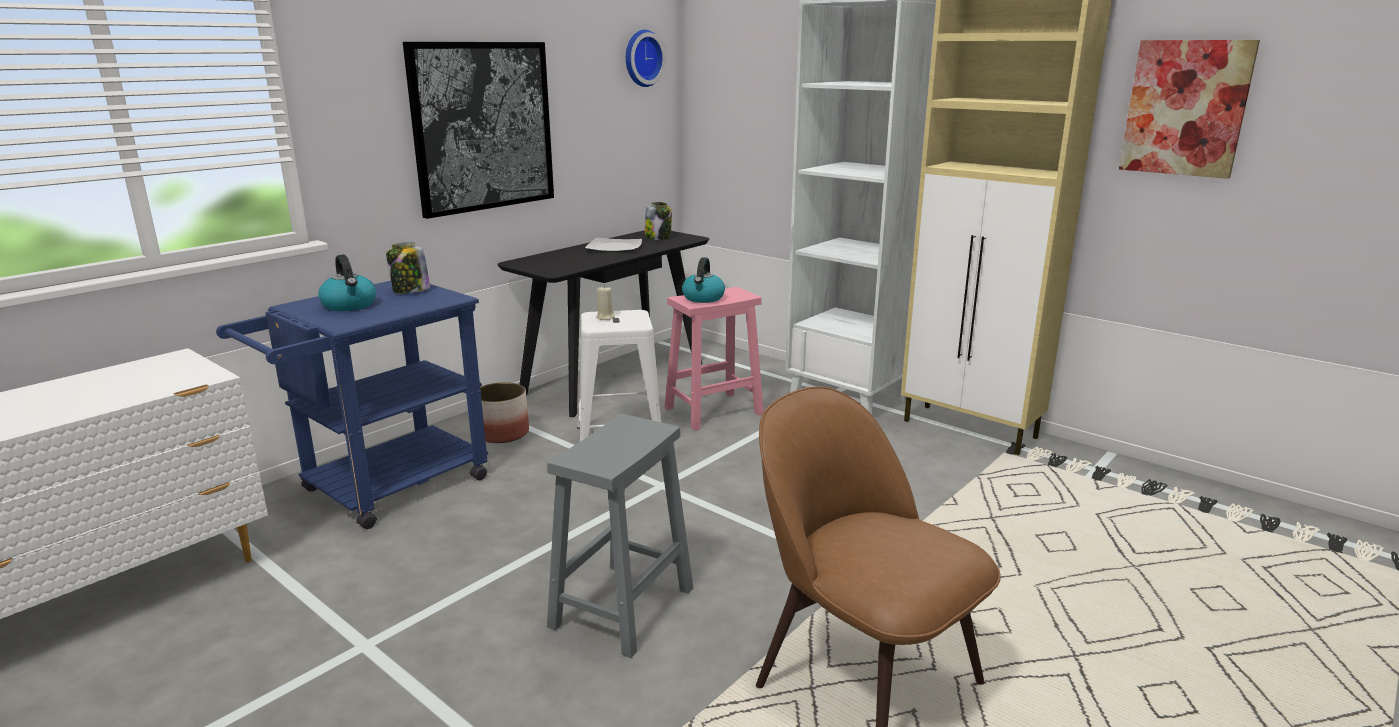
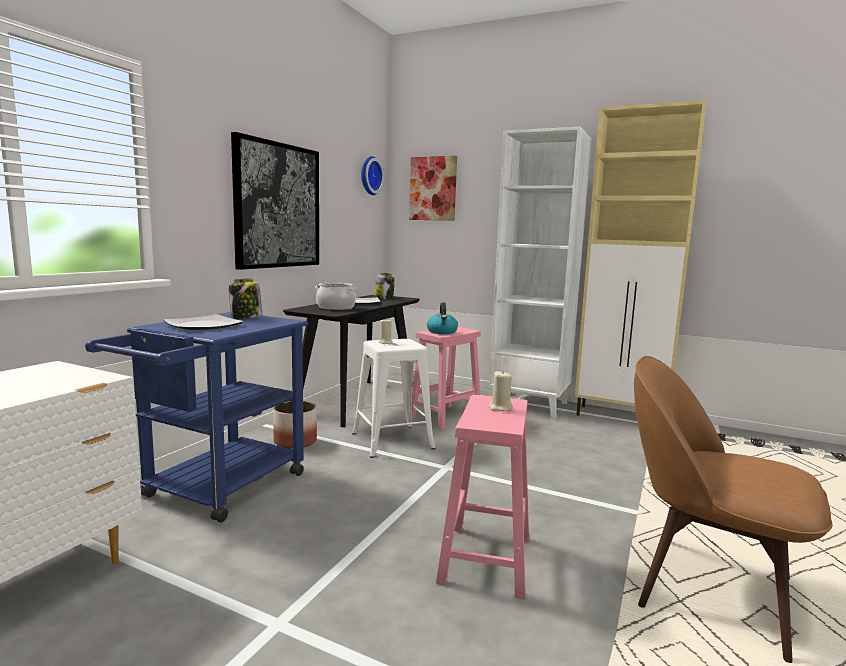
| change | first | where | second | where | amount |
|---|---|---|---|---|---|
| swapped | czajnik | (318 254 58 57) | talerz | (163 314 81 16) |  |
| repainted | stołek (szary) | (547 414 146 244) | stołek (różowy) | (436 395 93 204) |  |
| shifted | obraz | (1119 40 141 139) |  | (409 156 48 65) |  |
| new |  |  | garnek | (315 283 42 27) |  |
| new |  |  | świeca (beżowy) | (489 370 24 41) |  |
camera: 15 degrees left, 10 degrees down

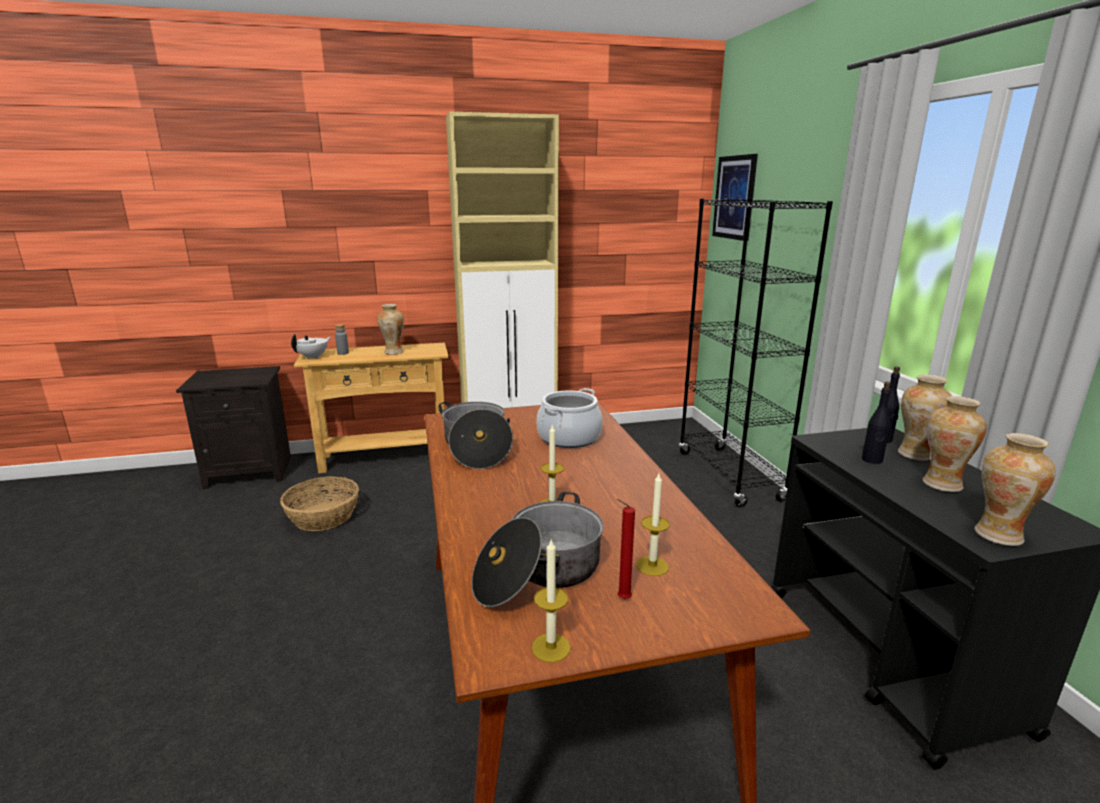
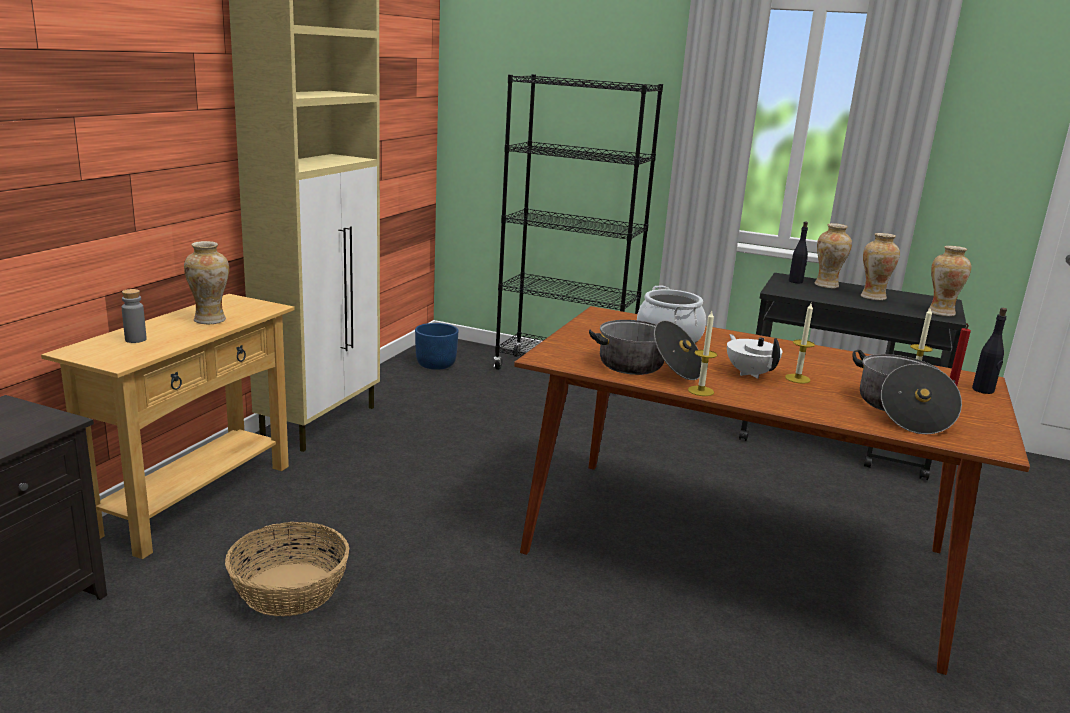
| change | first | where | second | where | amount |
|---|---|---|---|---|---|
| shifted | imbryk (biały) | (291 334 40 25) |  | (727 334 55 45) |  |
| shifted | świeca | (532 540 39 123) |  | (688 311 29 85) |  |
| gone | obraz | (712 154 46 87) |  |  |  |
| shifted | butelka (czarny) | (862 381 29 83) |  | (972 308 35 86) |  |
| new |  |  | donica (niebieski) | (415 323 44 47) |  |
camera: 55 degrees left, 0 degrees up

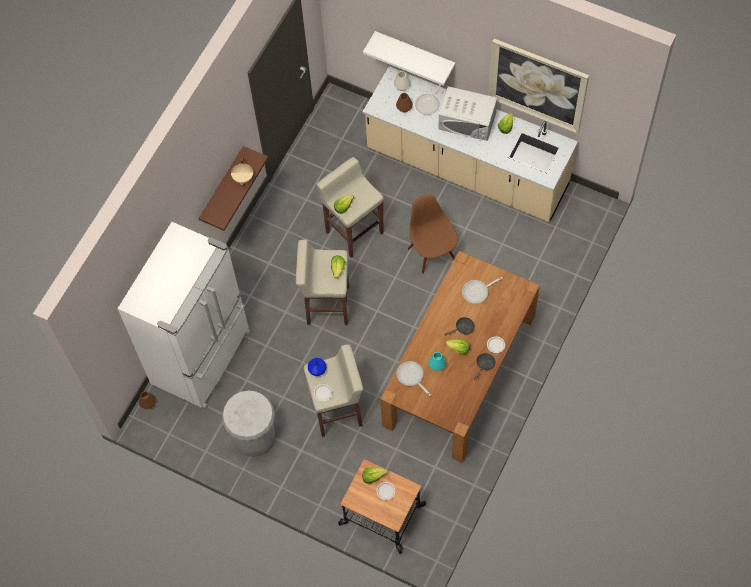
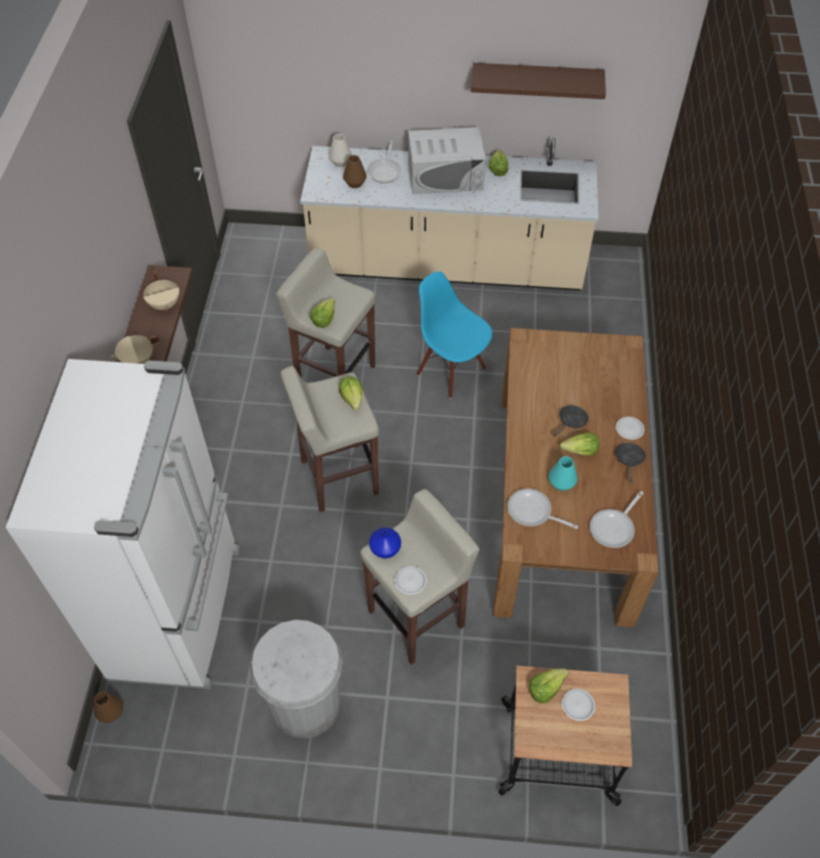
| change | first | where | second | where | amount |
|---|---|---|---|---|---|
| gone | półka (biały) | (363 31 92 55) |  |  |  |
| repainted | krzesło (brązowy) | (408 194 50 80) | krzesło (niebieski) | (417 271 75 127) |  |
| shifted | patelnia | (462 277 41 27) |  | (590 491 54 57) |  |
| swapped | obraz | (488 39 101 95) | półka (brązowy) | (471 63 135 36) |  |
| new |  |  | garnek (beżowy) | (110 334 50 30) |  |
camera: 25 degrees left, 10 degrees down

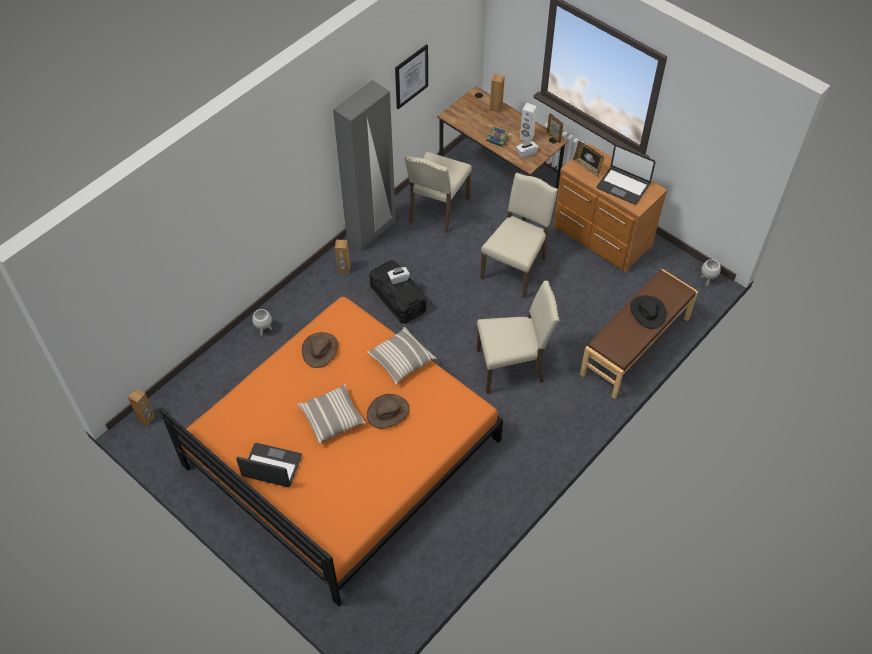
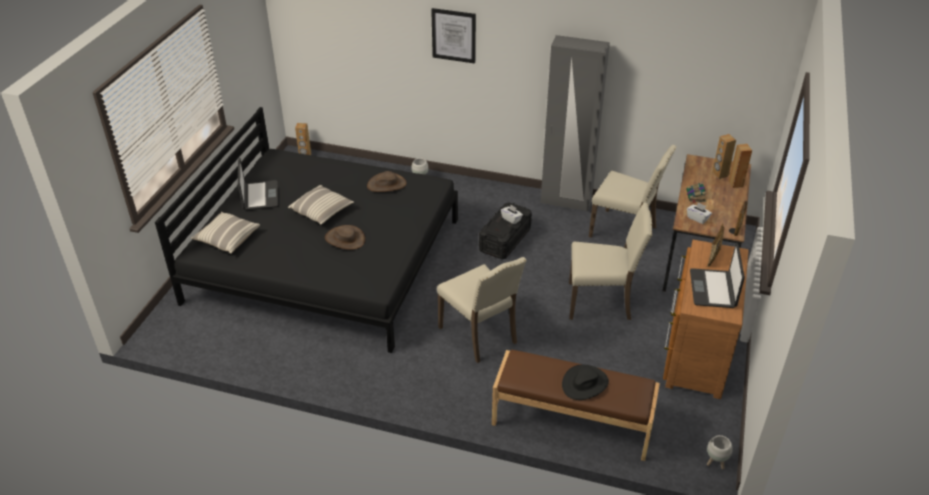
| change | first | where | second | where | amount |
|---|---|---|---|---|---|
| repainted | łóżko (pomarańczowy) | (159 297 344 310) | łóżko (czarny) | (155 107 303 246) |  |
| shifted | głośnik (brązowy) | (335 240 15 34) |  | (712 134 24 45) |  |
| shifted | poduszka | (367 327 70 57) |  | (191 212 69 42) |  |
| shifted | obraz | (395 44 33 65) |  | (431 8 45 55) |  |
| rotated | krzesło (beżowy) | (404 152 68 82) |  | (589 145 88 93) | 150 degrees counterclockwise |
| gone | głośnik (biały) | (520 103 17 38) |  |  |  |
camera: 65 degrees right, 15 degrees down

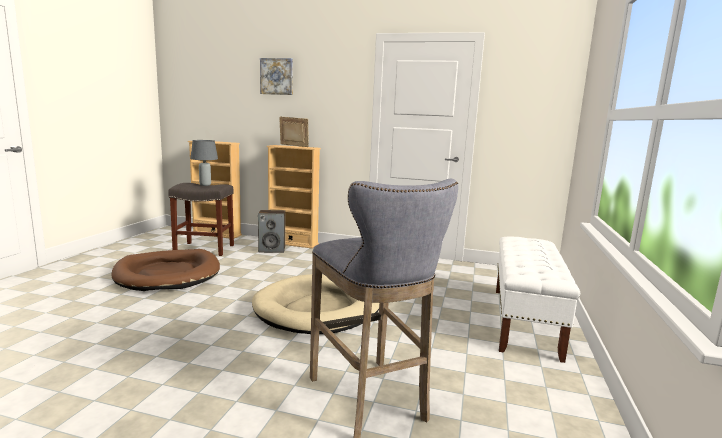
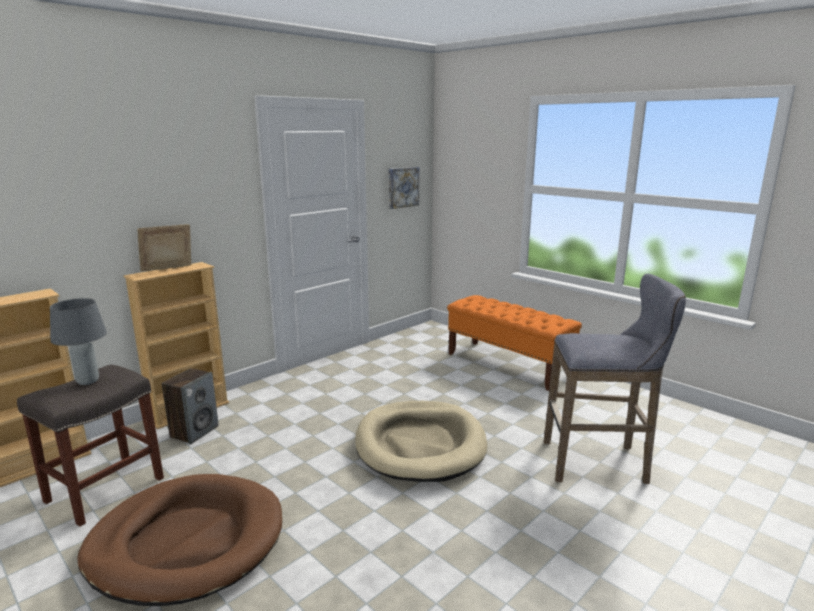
| change | first | where | second | where | amount |
|---|---|---|---|---|---|
| shifted | obraz | (260 58 33 37) |  | (389 167 30 42) |  |
| repainted | ławka (biały) | (496 236 84 127) | ławka (pomarańczowy) | (447 295 135 96) |  |
camera: 60 degrees left, 5 degrees up

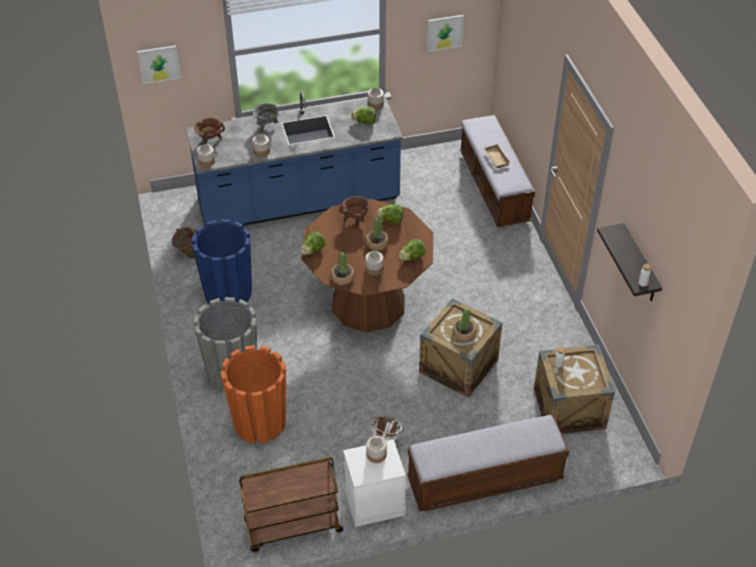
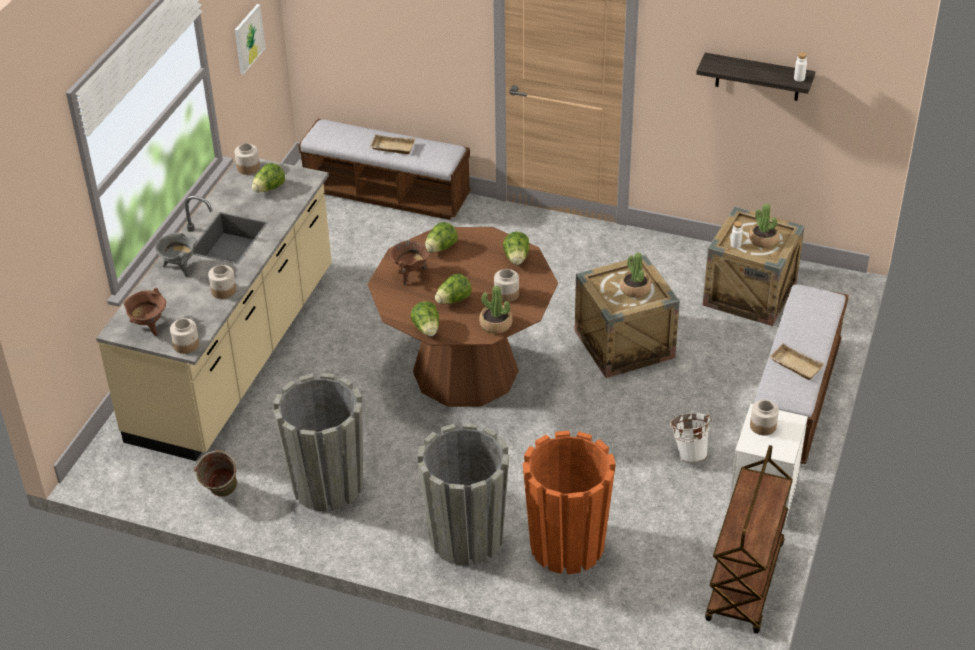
| change | first | where | second | where | amount |
|---|---|---|---|---|---|
| gone | obraz | (137 45 44 39) |  |  |  |
| repainted | zabudowa kuchenna (niebieski) | (186 92 217 136) | zabudowa kuchenna (beżowy) | (96 159 236 302) |  |
| repainted | donica (niebieski) | (191 219 61 85) | donica (szary) | (273 373 90 139) |  |
| shifted | roślina doniczkowa | (366 217 23 34) |  | (749 203 30 45) |  |
| new |  |  | sałata | (435 274 37 30) |  |
| new |  |  | taca (beżowy) | (769 343 56 37) |  |
camera: 55 degrees left, 5 degrees down

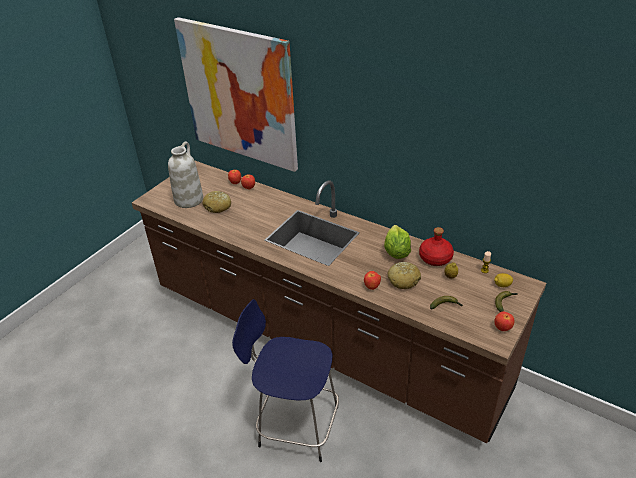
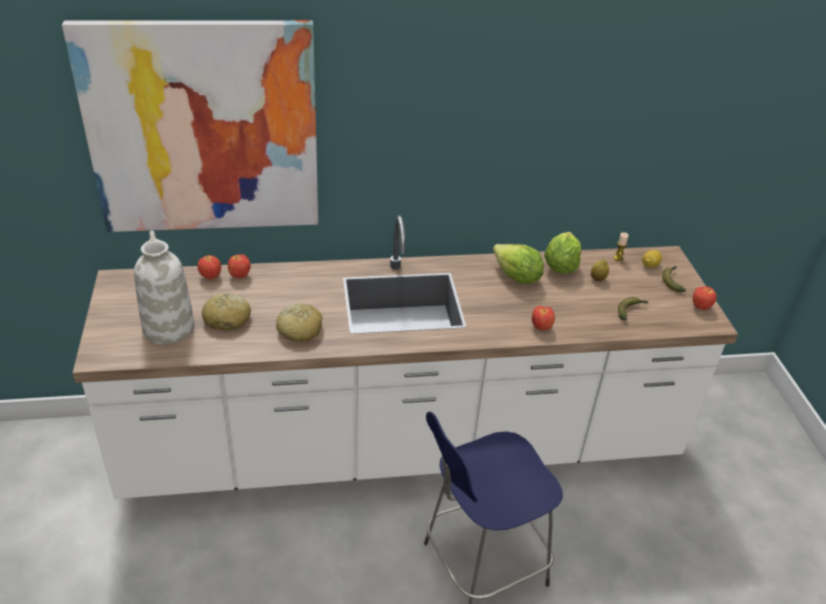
| change | first | where | second | where | amount |
|---|---|---|---|---|---|
| repainted | zabudowa kuchenna (brązowy) | (132 160 414 283) | zabudowa kuchenna (biały) | (73 215 665 284) |  |
| shifted | chleb | (388 262 33 27) |  | (276 304 47 38) |  |
| swapped | butelka (czerwony) | (419 227 35 39) | sałata | (544 232 37 42) |  |
camera: 45 degrees left, 0 degrees up

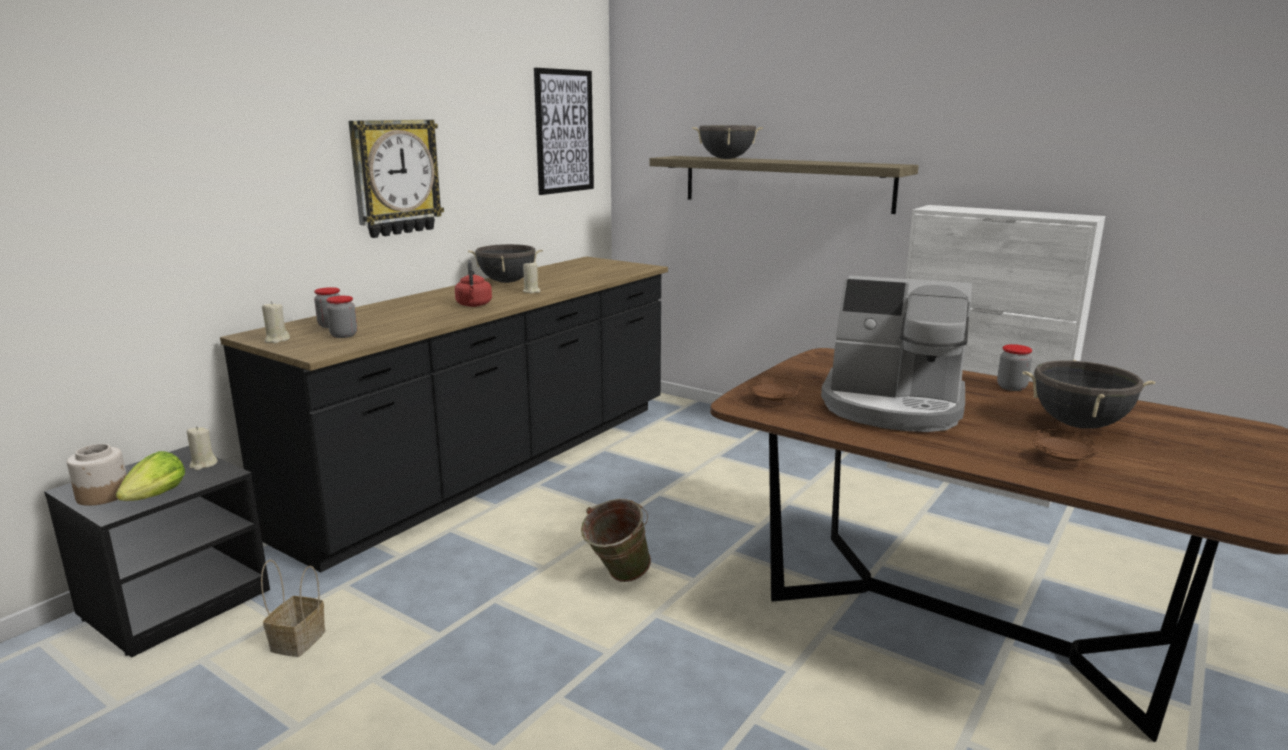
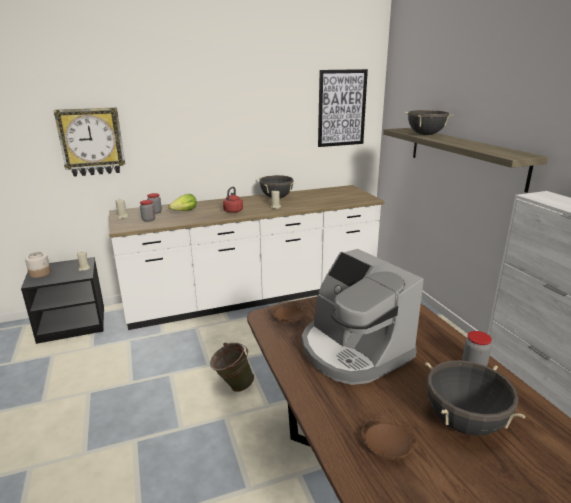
| change | first | where | second | where | amount |
|---|---|---|---|---|---|
| shifted | sałata | (116 451 69 50) |  | (168 194 29 17) |  |
| repainted | zabudowa kuchenna (czarny) | (220 256 448 316) | zabudowa kuchenna (biały) | (109 185 275 145) |  |
| gone | koszyk | (261 559 64 98) |  |  |  |
| shifted | zegar ścienny | (349 120 95 118) |  | (54 107 71 70) |  |
camera: 35 degrees right, 5 degrees up

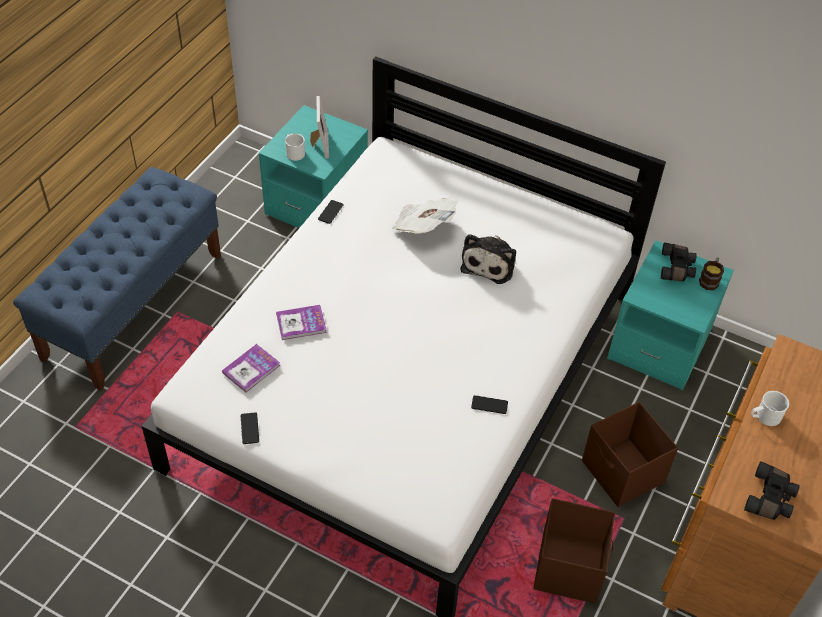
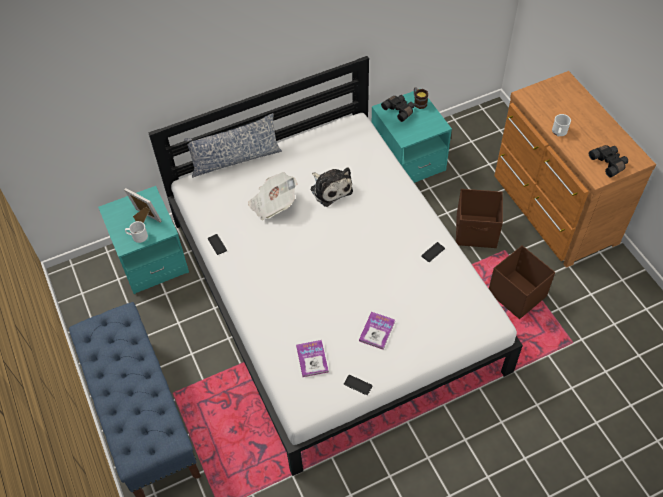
| change | first | where | second | where | amount |
|---|---|---|---|---|---|
| shifted | książka | (276 305 51 35) |  | (359 312 36 38) |  |
| new |  |  | poduszka | (184 113 98 65) |  |
camera: 50 degrees left, 5 degrees up

